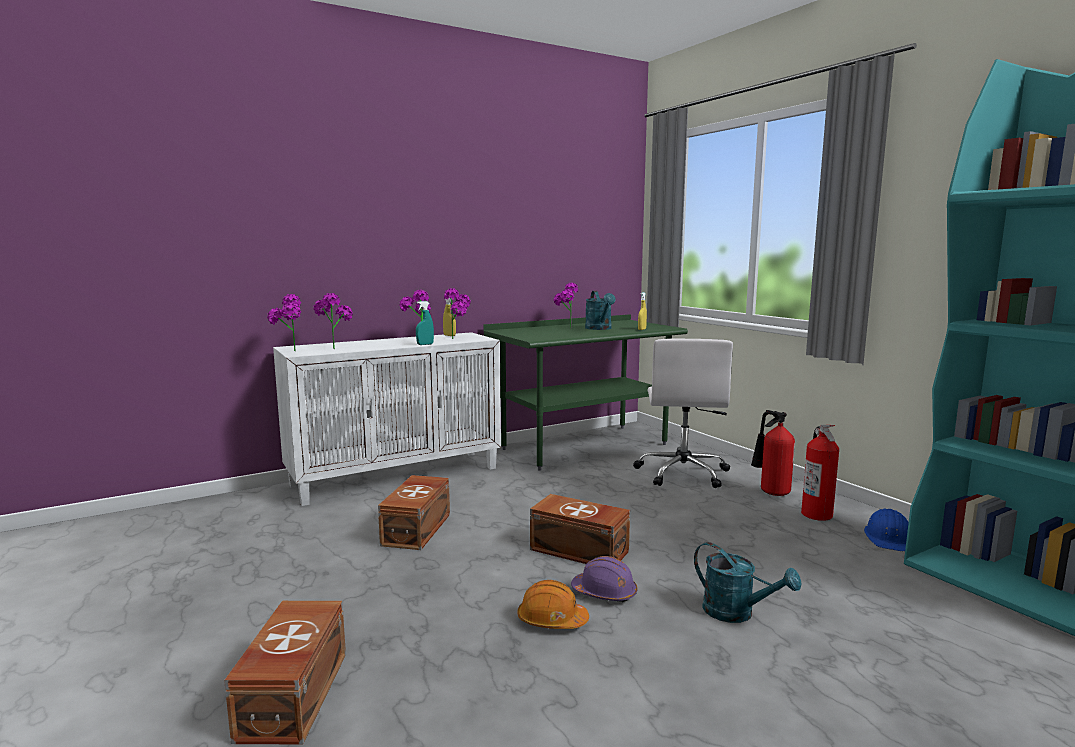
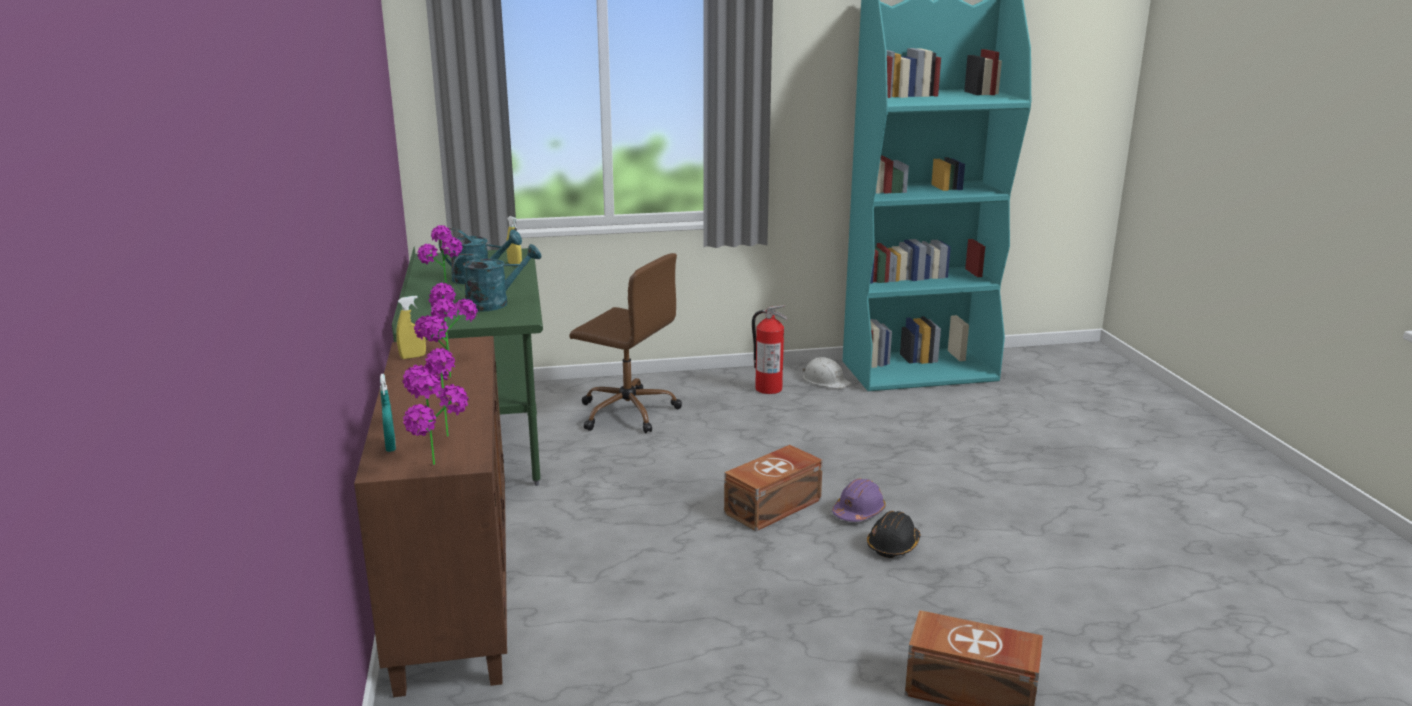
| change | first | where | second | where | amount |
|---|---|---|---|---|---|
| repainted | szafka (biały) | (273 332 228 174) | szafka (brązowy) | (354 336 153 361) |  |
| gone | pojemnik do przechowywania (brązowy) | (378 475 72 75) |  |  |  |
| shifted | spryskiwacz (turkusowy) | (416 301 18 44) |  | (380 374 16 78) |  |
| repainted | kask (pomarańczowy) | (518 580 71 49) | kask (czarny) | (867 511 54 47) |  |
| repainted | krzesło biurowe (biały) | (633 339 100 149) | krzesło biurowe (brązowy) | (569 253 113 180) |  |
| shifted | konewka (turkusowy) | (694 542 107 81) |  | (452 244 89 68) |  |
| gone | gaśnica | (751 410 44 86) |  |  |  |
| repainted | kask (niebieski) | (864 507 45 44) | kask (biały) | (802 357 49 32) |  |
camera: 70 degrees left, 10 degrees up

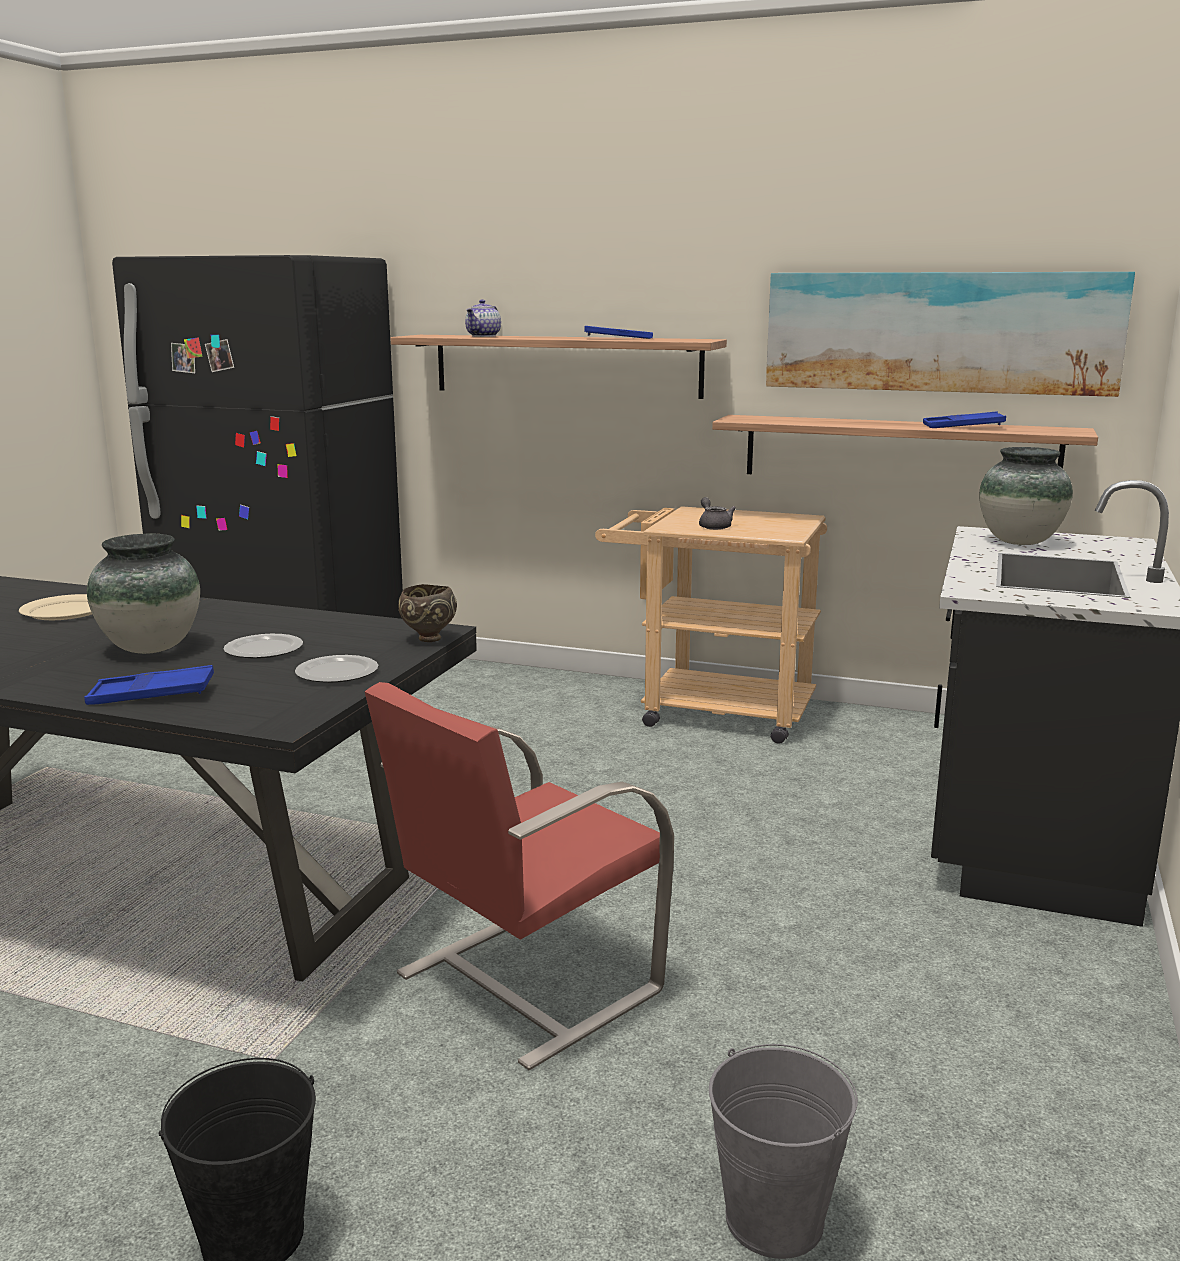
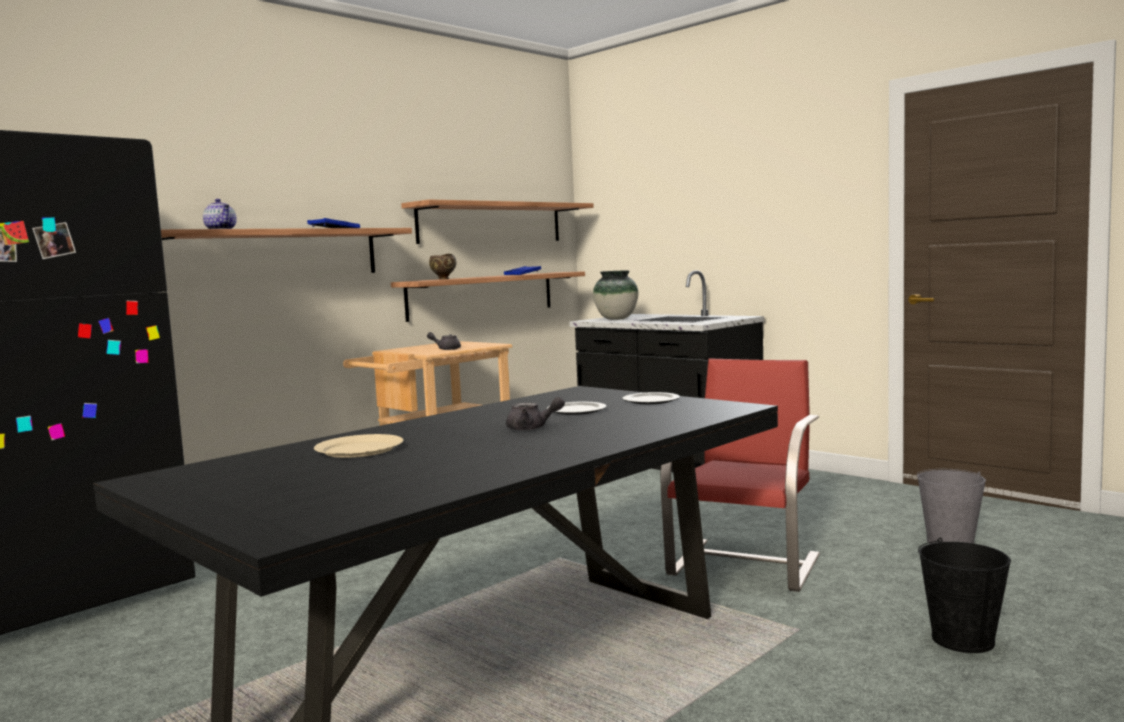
| change | first | where | second | where | amount |
|---|---|---|---|---|---|
| gone | taca (niebieski) | (84 665 130 40) |  |  |  |
| swapped | wazon | (87 534 113 120) | imbryk (szary) | (506 397 59 34) |  |
| rotated | krzesło (czerwony) | (365 682 309 389) |  | (660 358 160 234) | 135 degrees counterclockwise |
| shifted | miska (brązowy) | (398 584 59 58) |  | (429 254 27 26) |  |
| swapped | obraz | (766 272 369 125) | półka | (401 200 193 44) |  |
camera: 65 degrees left, 10 degrees down

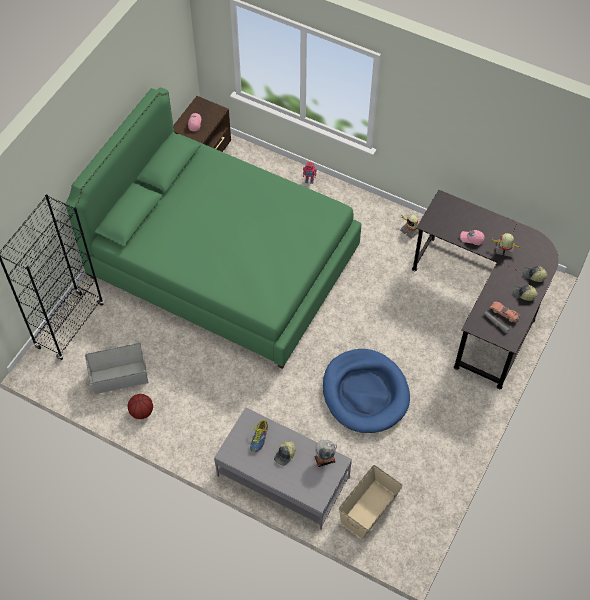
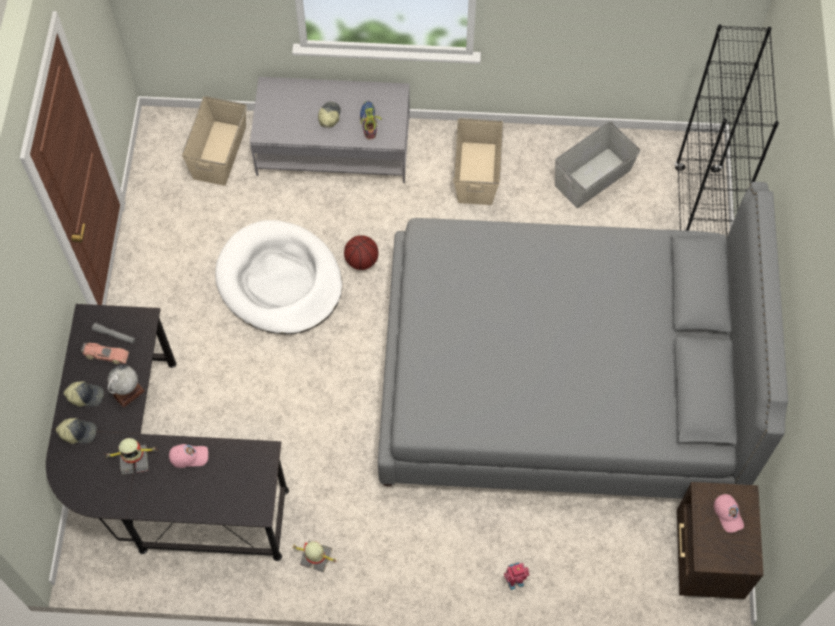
| change | first | where | second | where | amount |
|---|---|---|---|---|---|
| repainted | łóżko (zielony) | (65 88 296 281) | łóżko (szary) | (378 182 410 317) |  |
| shifted | piłka do koszykówki | (128 394 25 25) |  | (344 235 34 35) |  |
| shifted | globus | (314 440 23 27) |  | (107 365 38 43) |  |
| repainted | legowisko (niebieski) | (323 349 87 84) | legowisko (biały) | (215 220 127 114) |  |
| new |  |  | pojemnik do przechowywania (beżowy) | (453 118 50 87) |  |
camera: 155 degrees right, 5 degrees up

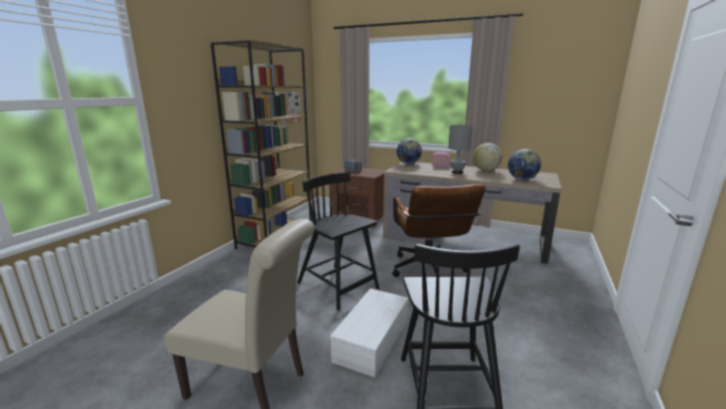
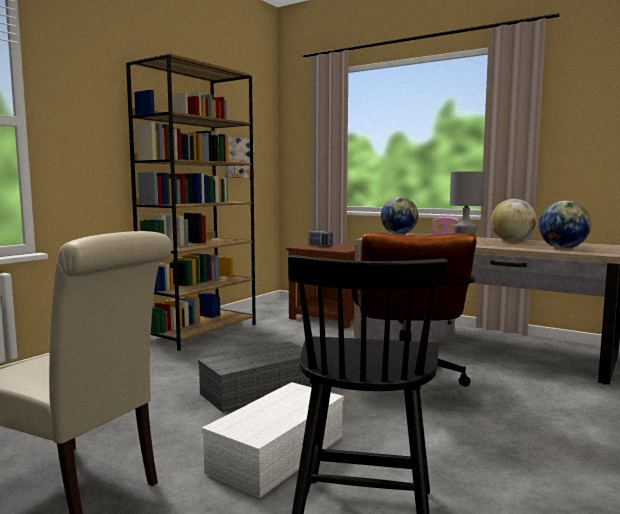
| change | first | where | second | where | amount |
|---|---|---|---|---|---|
| swapped | krzesło (czarny) | (297 172 82 138) | pojemnik do przechowywania (szary) | (198 342 114 70) |  |
camera: 10 degrees right, 10 degrees down

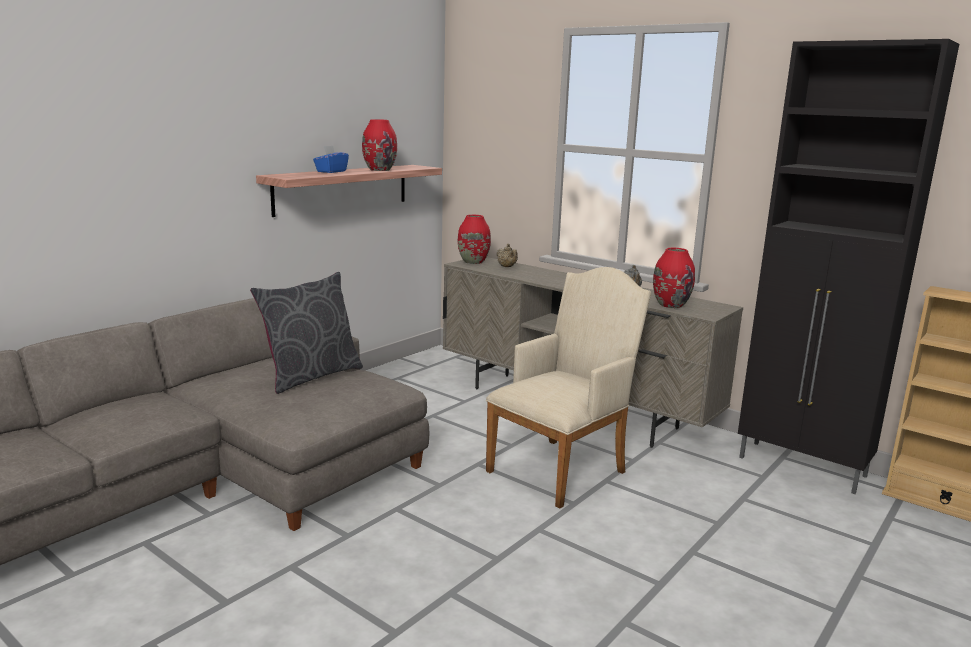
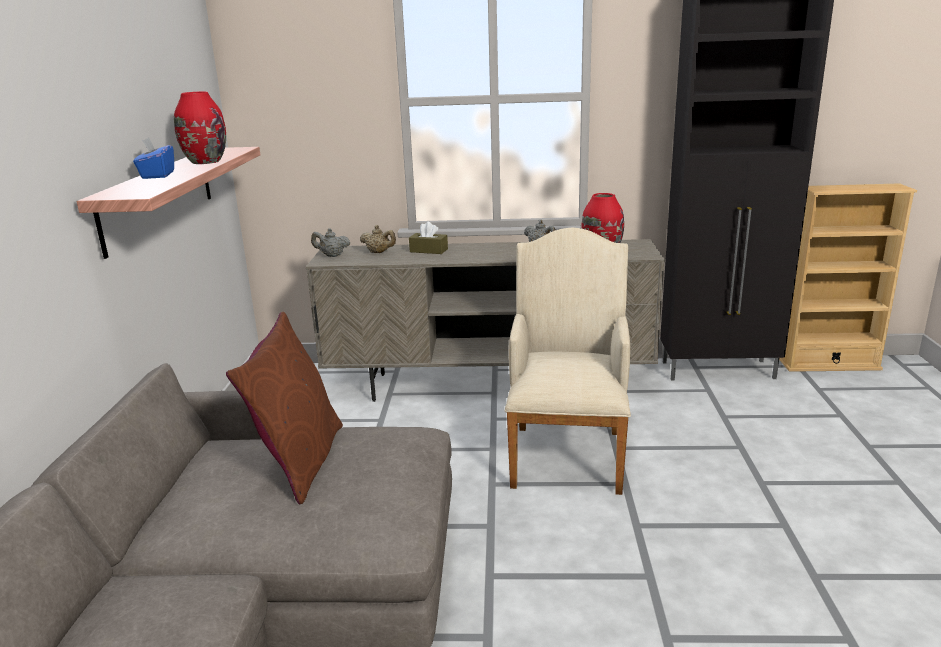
| change | first | where | second | where | amount |
|---|---|---|---|---|---|
| repainted | poduszka (szary) | (250 272 113 122) | poduszka (brązowy) | (226 312 117 193) |  |
| swapped | wazon (czerwony) | (458 215 33 49) | imbryk (szary) | (311 228 39 29) |  |
| new |  |  | pudełko chusteczek (brązowy) | (409 221 39 33) |  |
camera: 35 degrees left, 5 degrees up

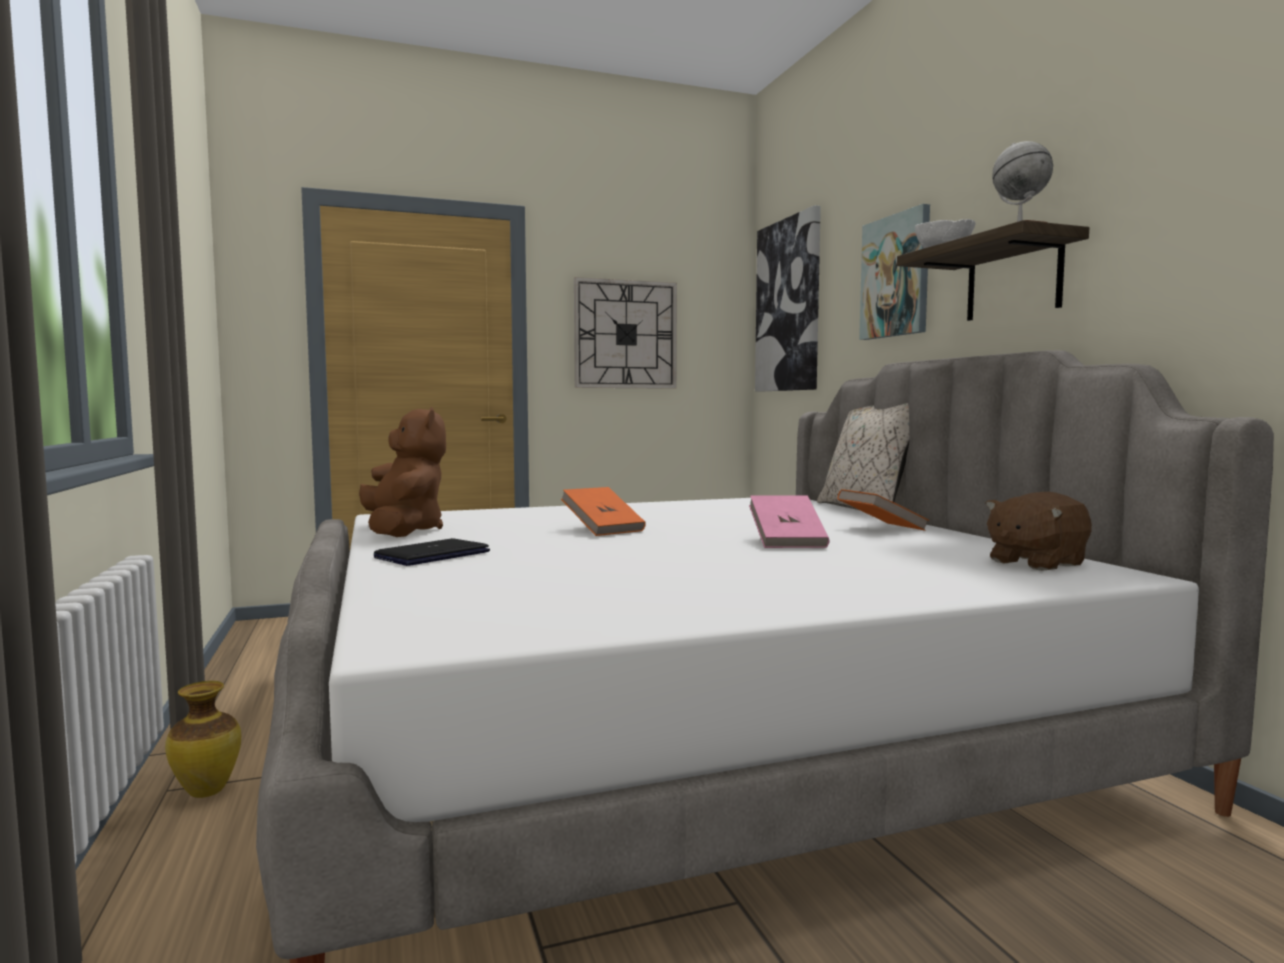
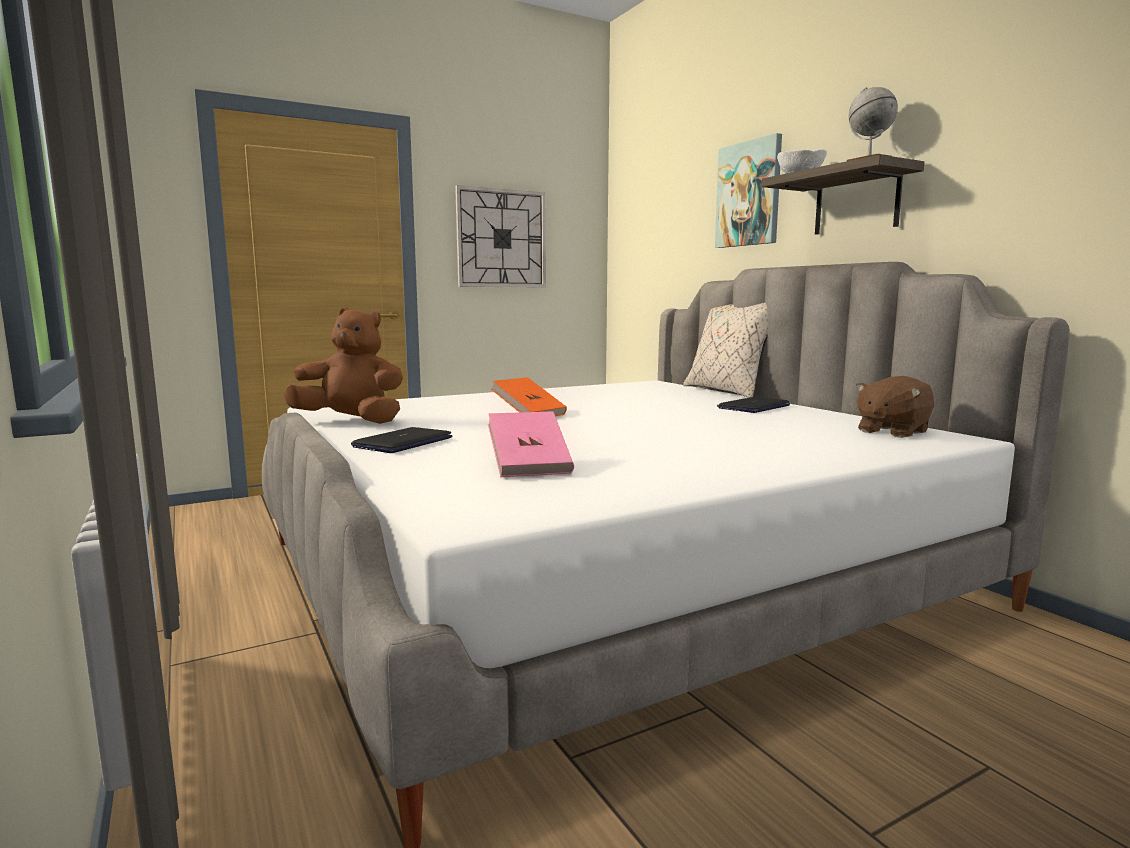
| change | first | where | second | where | amount |
|---|---|---|---|---|---|
| gone | wazon | (165 681 76 117) |  |  |  |
| rotated | pluszak (brązowy) | (359 407 87 130) |  | (284 308 119 116) | 45 degrees counterclockwise |
| shifted | książka (różowy) | (749 495 81 53) |  | (488 411 86 66) |  |
| gone | obraz | (755 205 66 187) |  |  |  |
| swapped | książka (pomarańczowy) | (837 489 92 42) | laptop | (717 397 73 16) |  |
camera: 10 degrees left, 5 degrees up

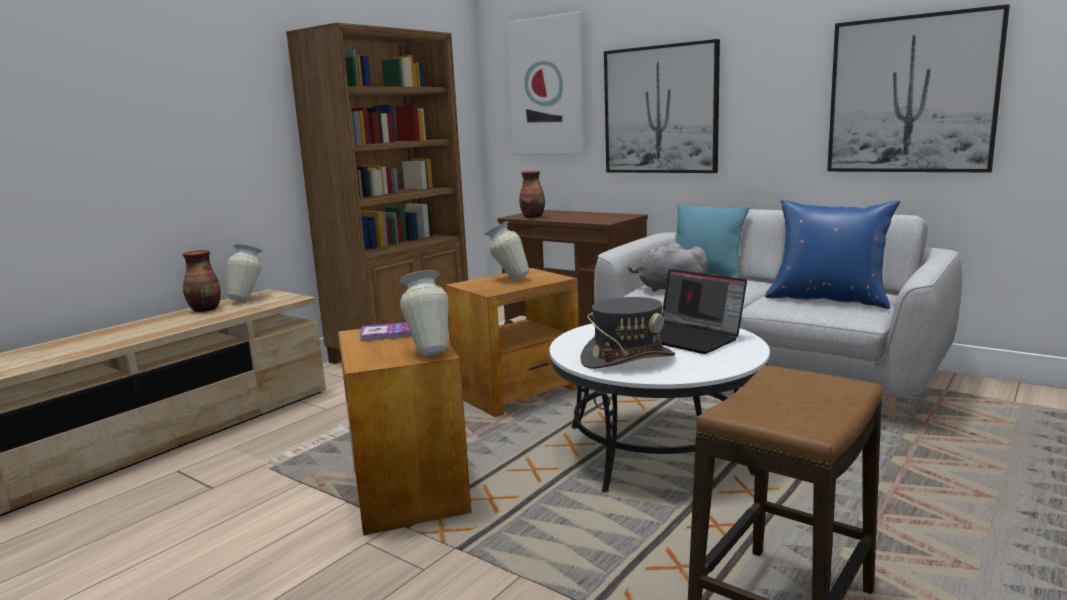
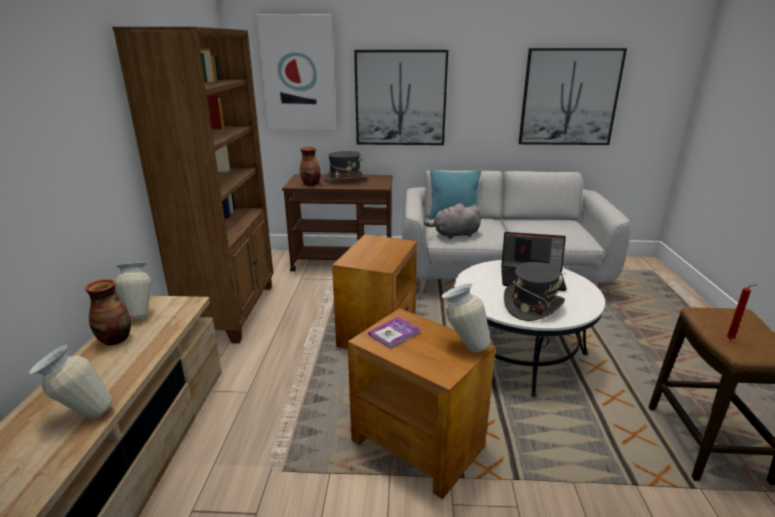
| change | first | where | second | where | amount |
|---|---|---|---|---|---|
| shifted | wazon | (484 221 45 60) |  | (29 345 83 73) |  |
| gone | poduszka (niebieski) | (765 200 135 109) |  |  |  |
| new |  |  | kapelusz (szary) | (323 151 44 31) |  |
| new |  |  | świeca (czerwony) | (726 284 31 56) |  |
camera: 35 degrees left, 10 degrees up

